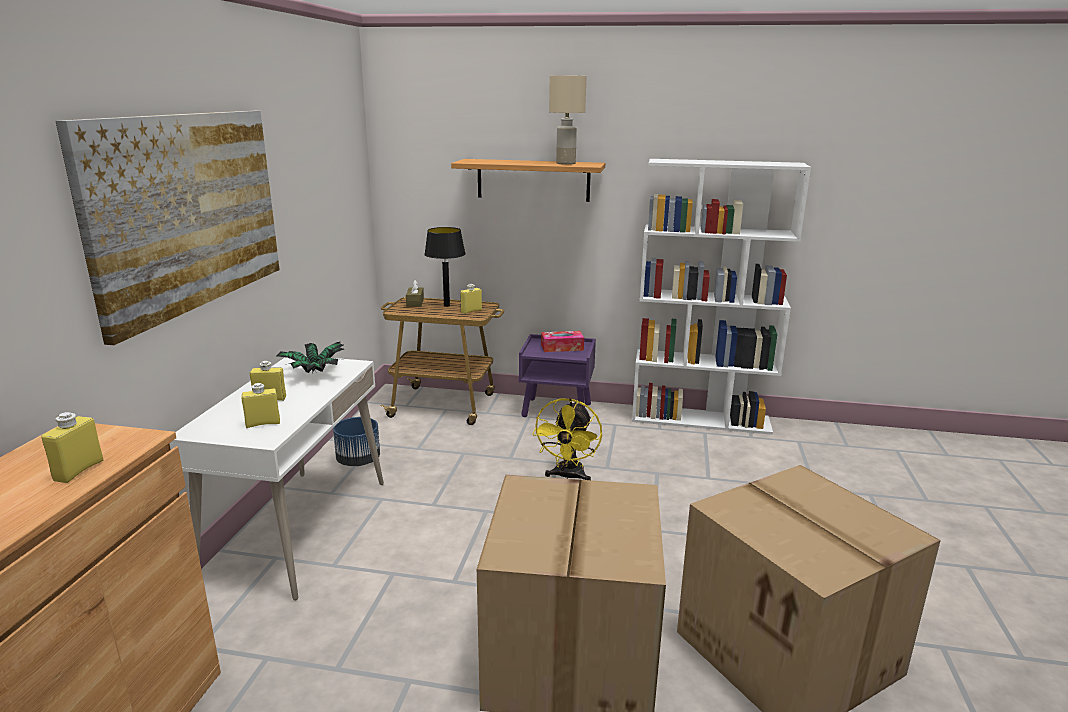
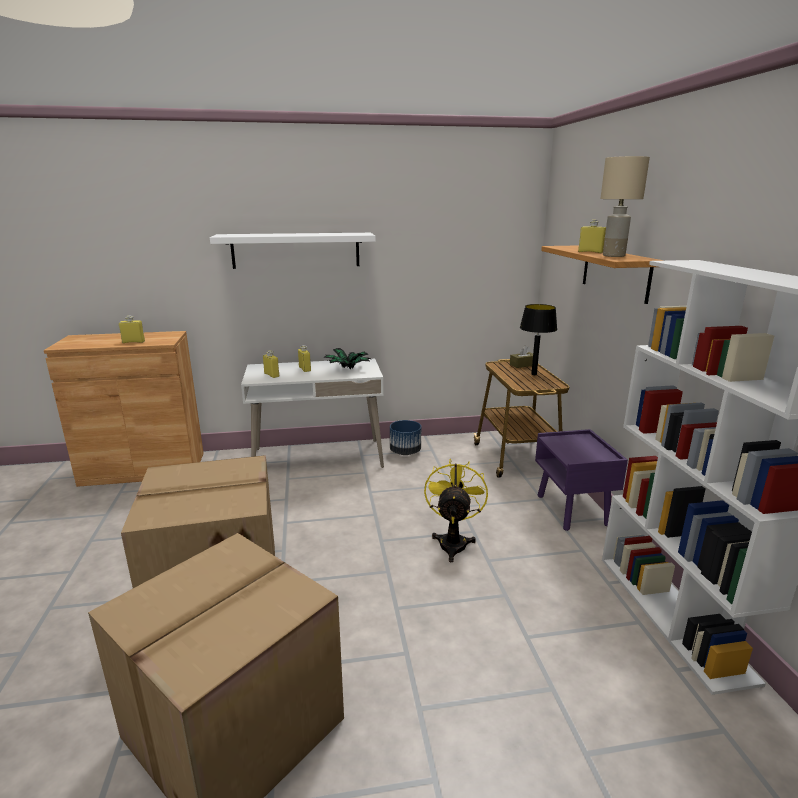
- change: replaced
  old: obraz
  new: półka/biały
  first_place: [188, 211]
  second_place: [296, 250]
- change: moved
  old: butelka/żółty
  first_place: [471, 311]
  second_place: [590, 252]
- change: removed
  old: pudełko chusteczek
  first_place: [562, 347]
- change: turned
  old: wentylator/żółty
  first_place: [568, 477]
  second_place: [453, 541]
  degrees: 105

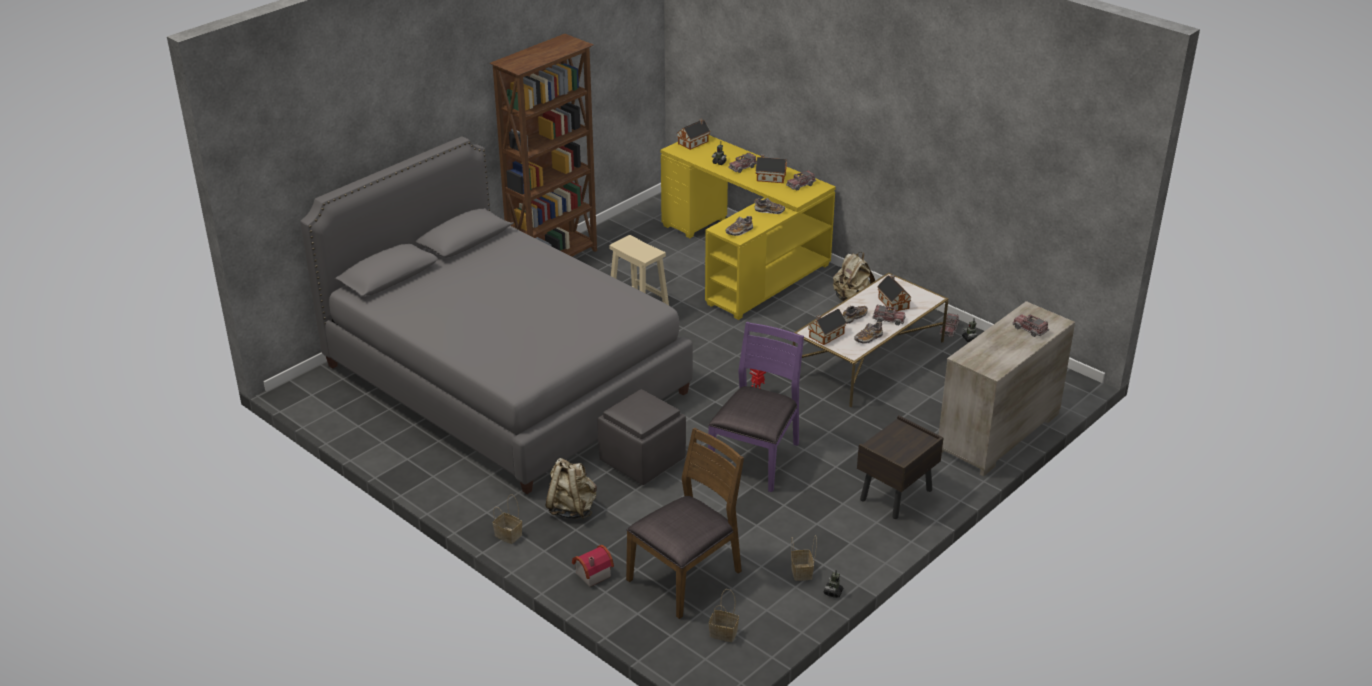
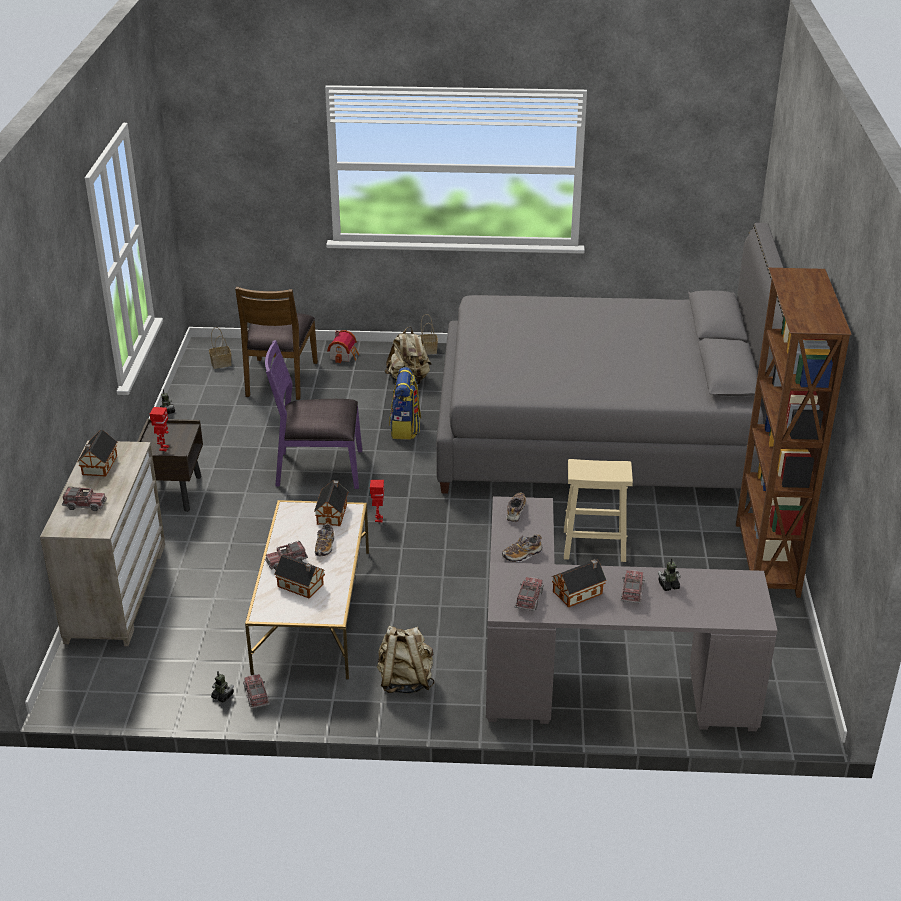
- change: moved
  old: domek
  first_place: [694, 142]
  second_place: [98, 466]
- change: recoloured
  old: biurko/żółty
  new: biurko/szary
  first_place: [745, 258]
  second_place: [590, 676]
- change: turned
  old: krzesło/fioletowy
  first_place: [755, 458]
  second_place: [318, 469]
  degrees: 105
- change: removed
  old: but
  first_place: [868, 338]
- change: replaced
  old: pufa/szary
  new: plecak
  first_place: [642, 459]
  second_place: [405, 429]
- change: removed
  old: koszyk
  first_place: [802, 572]
- change: added
  new: robot zabawkowy
  second_place: [163, 448]

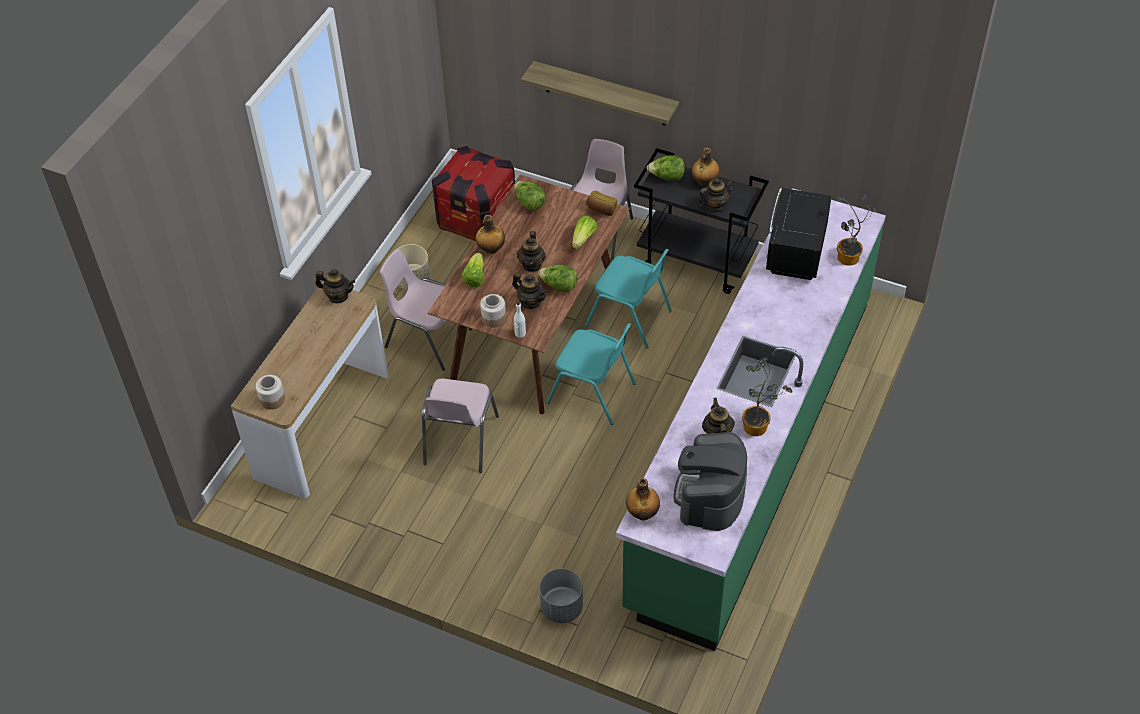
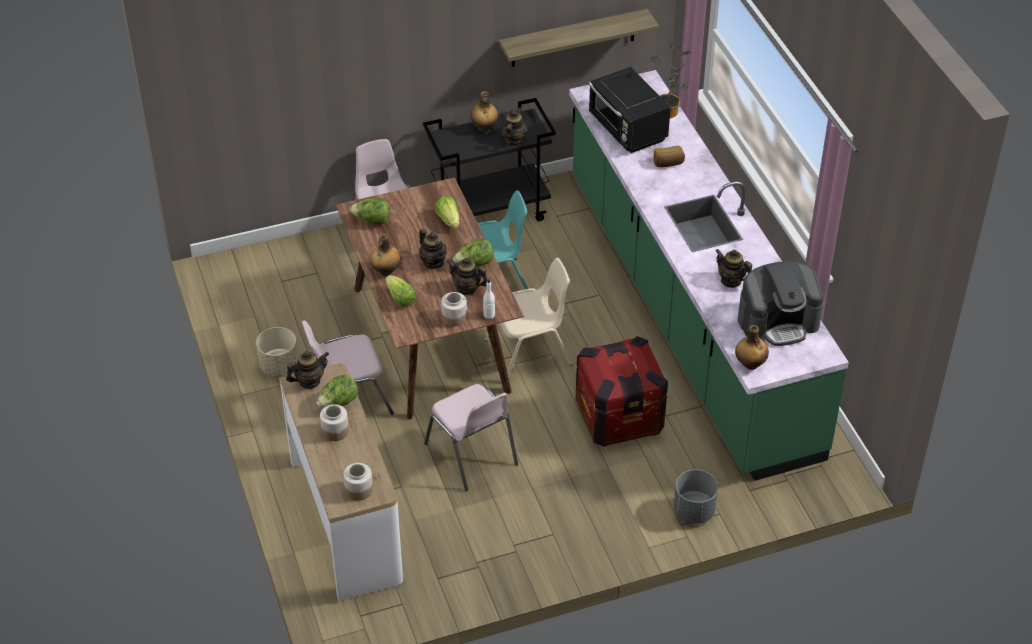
- change: moved
  old: półka
  first_place: [605, 94]
  second_place: [573, 38]
- change: moved
  old: skrzynka
  first_place: [477, 219]
  second_place: [619, 418]
- change: moved
  old: sałata
  first_place: [666, 177]
  second_place: [338, 403]
- change: moved
  old: chleb
  first_place: [601, 209]
  second_place: [668, 163]
- change: turned
  old: imbryk
  first_place: [530, 302]
  second_place: [467, 288]
  degrees: -150
- change: recoloured
  old: krzesło/turkusowy
  new: krzesło/beżowy
  first_place: [593, 393]
  second_place: [530, 353]
- change: removed
  old: roślina doniczkowa
  first_place: [759, 427]
- change: turned
  old: ekspres do kawy
  first_place: [710, 495]
  second_place: [778, 322]
  degrees: -75
- change: added
  new: słoik
  second_place: [335, 431]

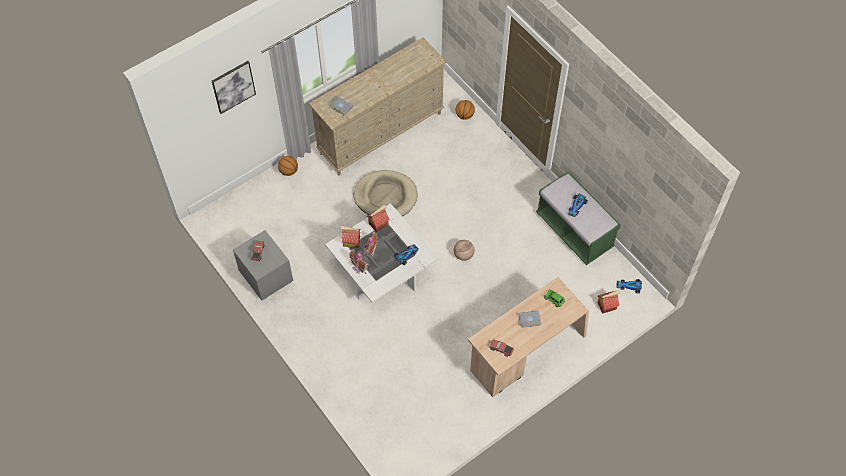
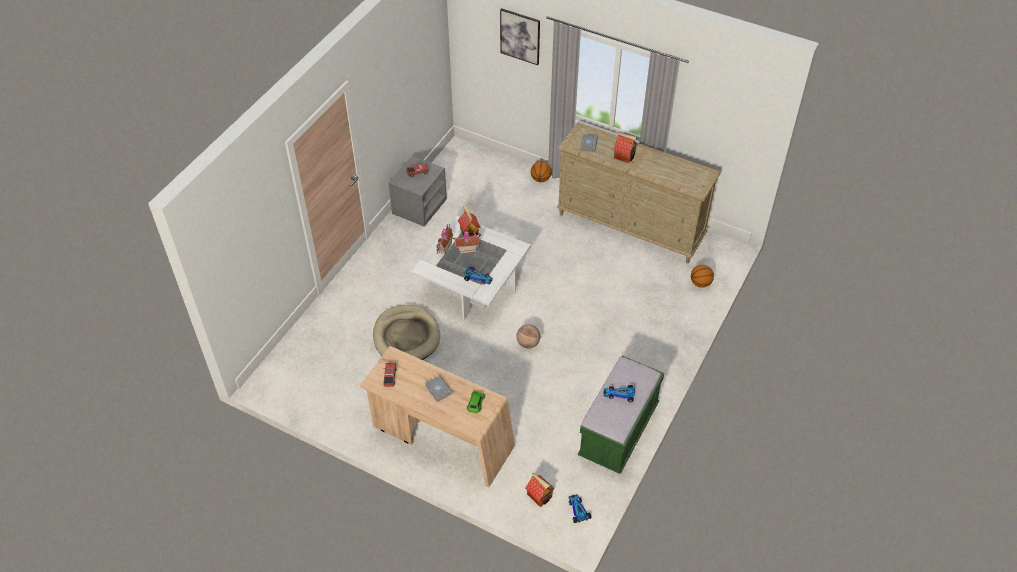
- change: moved
  old: legowisko/beżowy
  first_place: [385, 196]
  second_place: [406, 336]
- change: moved
  old: domek
  first_place: [378, 223]
  second_place: [624, 156]

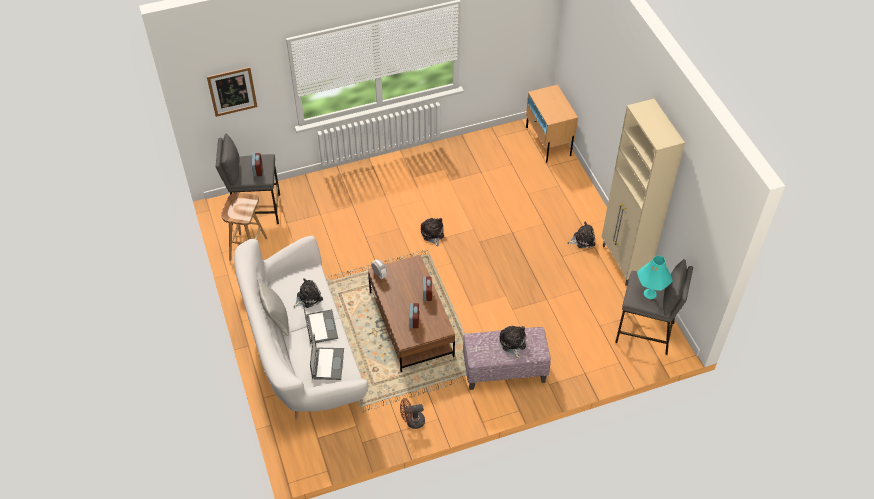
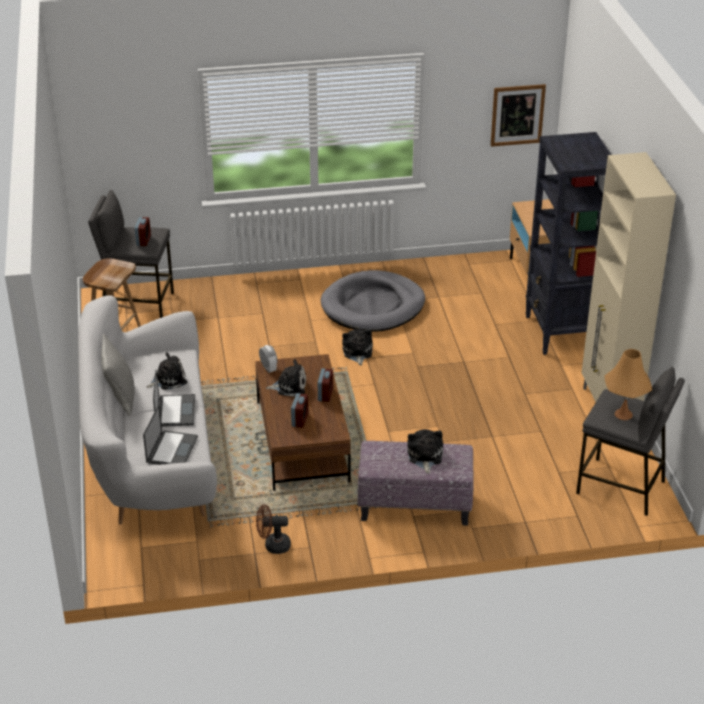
- change: moved
  old: obraz
  first_place: [232, 91]
  second_place: [517, 115]
- change: moved
  old: pluszak
  first_place: [582, 239]
  second_place: [289, 386]
- change: recoloured
  old: lampa stołowa/turkusowy
  new: lampa stołowa/pomarańczowy
  first_place: [650, 293]
  second_place: [623, 414]
- change: added
  new: regał/czarny
  second_place: [559, 333]
- change: added
  new: legowisko/szary
  second_place: [373, 306]

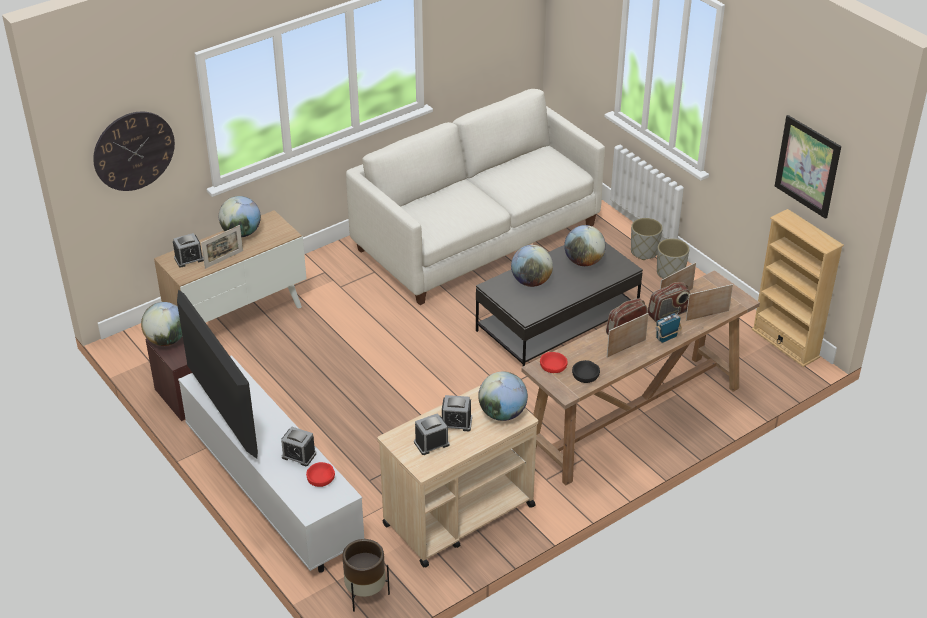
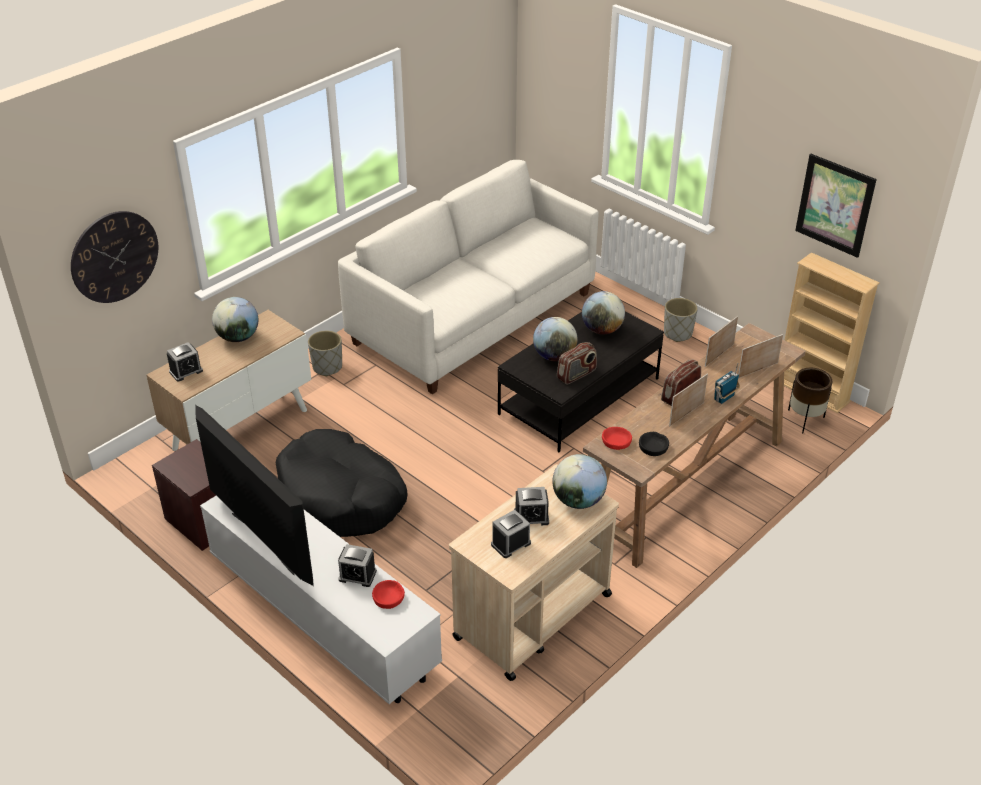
- change: moved
  old: donica/szary
  first_place: [644, 252]
  second_place: [327, 367]
- change: removed
  old: ramka na zdjęcie
  first_place: [224, 259]
- change: moved
  old: radio
  first_place: [668, 313]
  second_place: [576, 375]
- change: removed
  old: globus
  first_place: [166, 340]
- change: moved
  old: donica/brązowy
  first_place: [365, 595]
  second_place: [804, 420]
- change: added
  new: legowisko/czarny
  second_place: [341, 497]

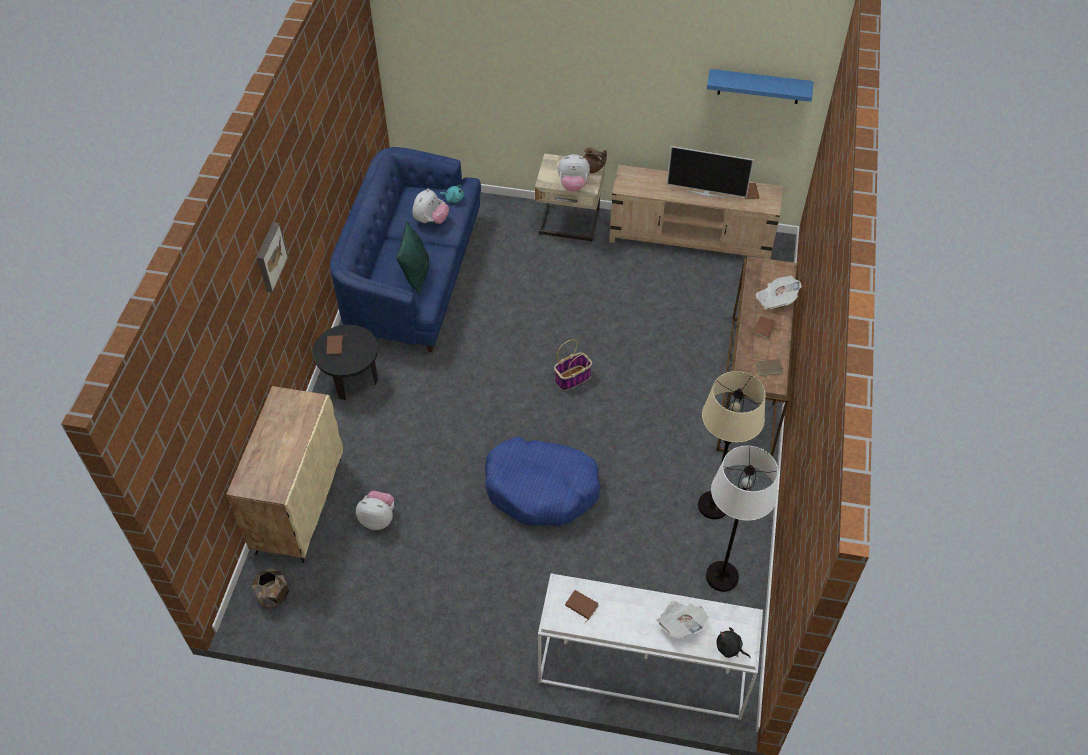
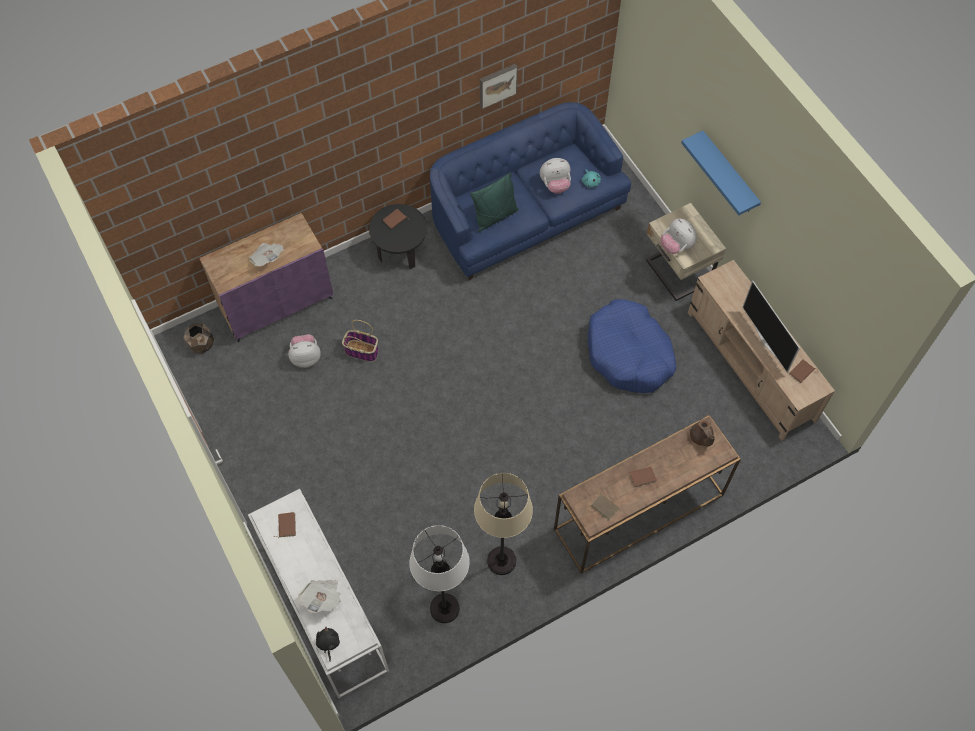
- change: moved
  old: półka/niebieski
  first_place: [759, 86]
  second_place: [729, 174]
- change: moved
  old: imbryk/brązowy
  first_place: [591, 169]
  second_place: [701, 438]
- change: moved
  old: obraz
  first_place: [270, 257]
  second_place: [497, 84]
- change: moved
  old: gazeta
  first_place: [776, 299]
  second_place: [267, 258]
- change: moved
  old: koszyk
  first_place: [572, 378]
  second_place: [362, 351]
- change: recoloured
  old: szafka/beżowy
  new: szafka/fioletowy
  first_place: [299, 504]
  second_place: [277, 304]
- change: moved
  old: legowisko/niebieski
  first_place: [541, 489]
  second_place: [629, 353]
- change: turned
  old: pluszak
  first_place: [378, 518]
  second_place: [306, 357]
  degrees: -75

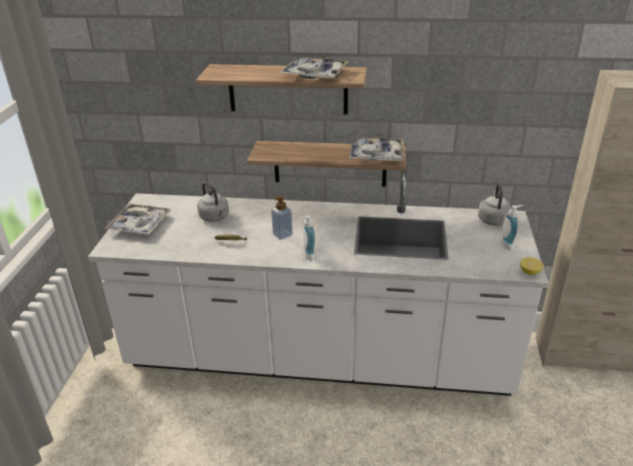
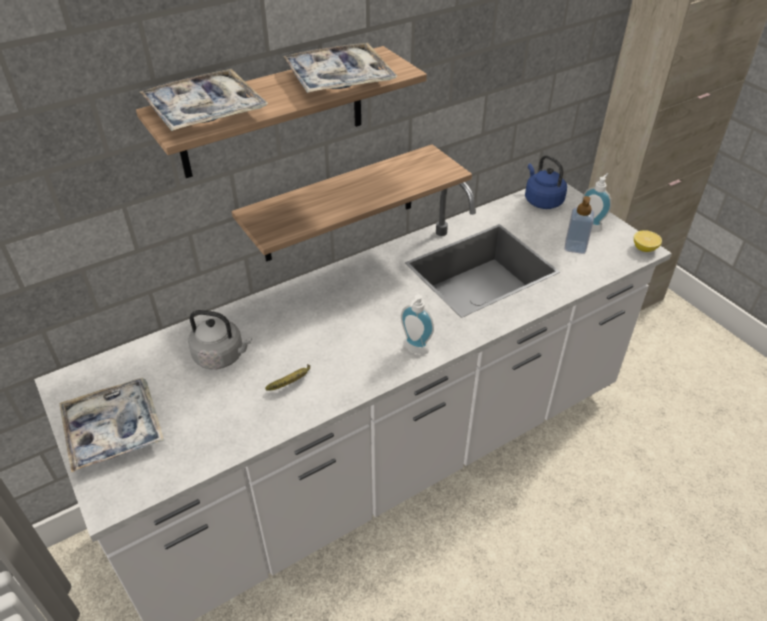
- change: moved
  old: taca
  first_place: [376, 155]
  second_place: [205, 111]
- change: recoloured
  old: czajnik/szary
  new: czajnik/niebieski
  first_place: [492, 219]
  second_place: [542, 200]
- change: moved
  old: dozownik mydła
  first_place: [282, 234]
  second_place: [575, 247]

